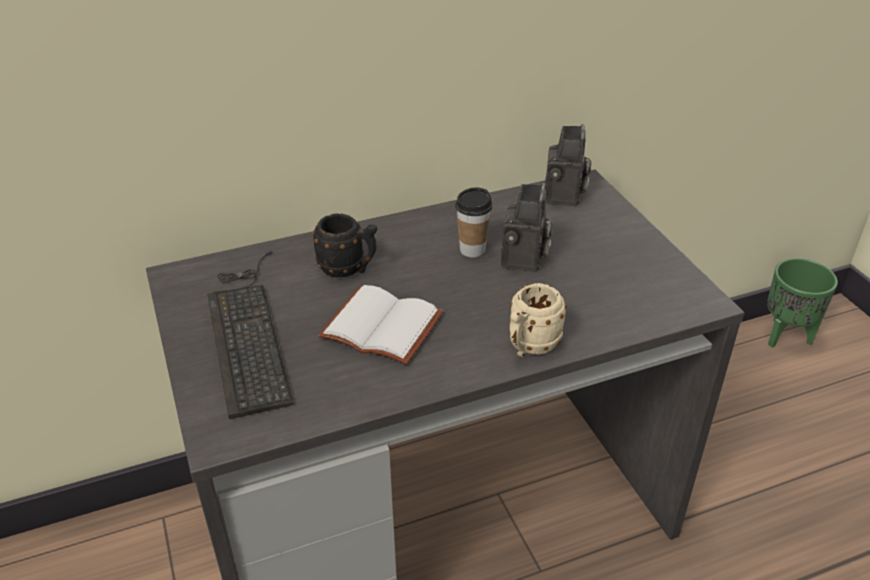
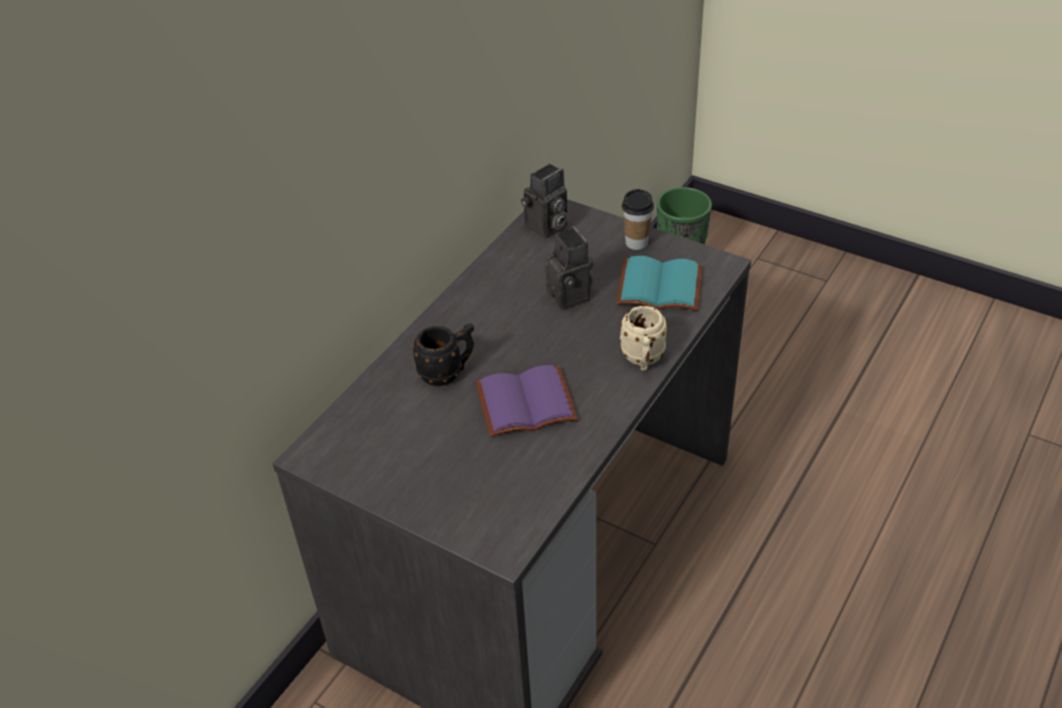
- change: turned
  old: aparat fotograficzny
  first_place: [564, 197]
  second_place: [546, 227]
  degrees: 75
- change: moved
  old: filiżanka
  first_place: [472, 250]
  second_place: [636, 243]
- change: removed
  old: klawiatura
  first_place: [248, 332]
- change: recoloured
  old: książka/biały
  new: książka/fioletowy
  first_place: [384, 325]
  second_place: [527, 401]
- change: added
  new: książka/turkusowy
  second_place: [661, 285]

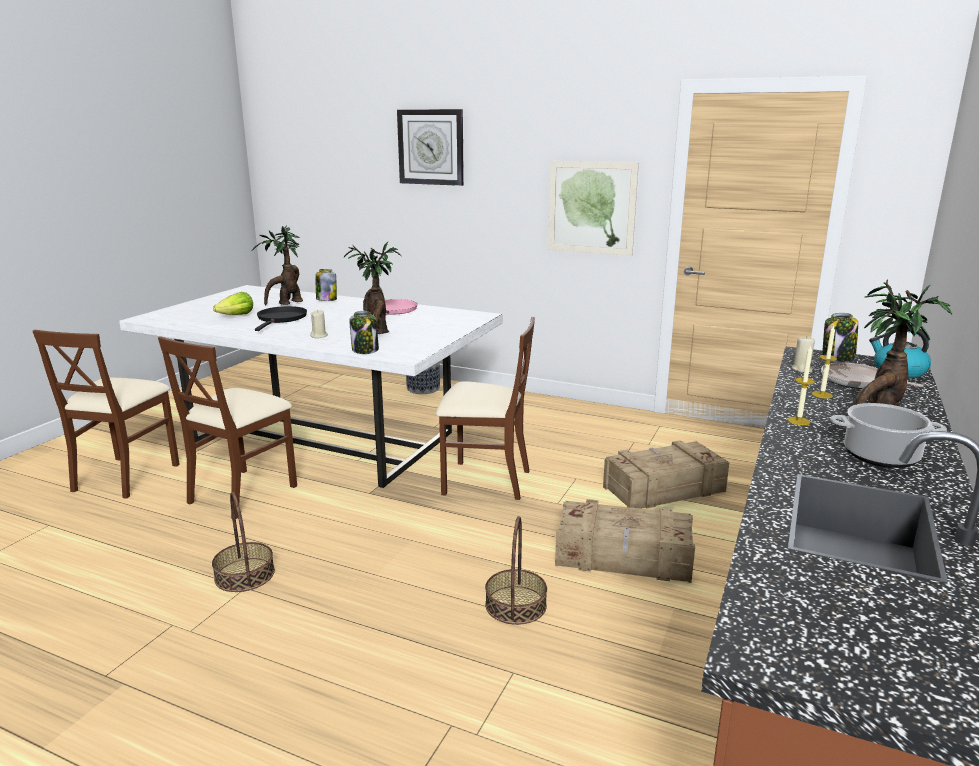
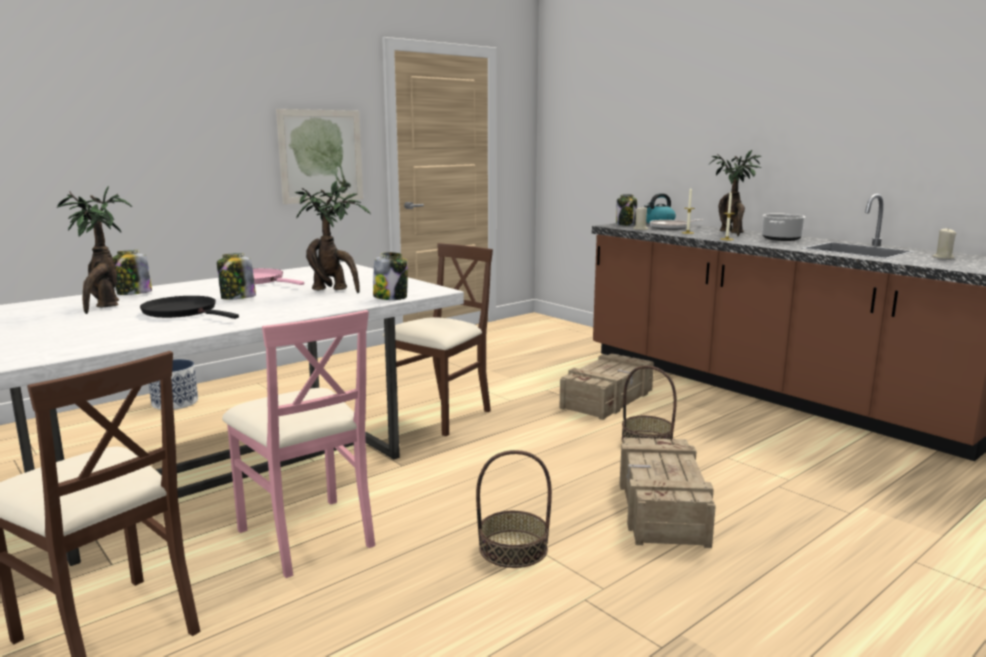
- change: removed
  old: zegar ścienny
  first_place: [431, 147]
- change: removed
  old: sałata
  first_place: [236, 316]
- change: moved
  old: świeca/beżowy
  first_place: [319, 336]
  second_place: [943, 257]
- change: recoloured
  old: krzesło/brązowy
  new: krzesło/różowy
  first_place: [242, 492]
  second_place: [307, 535]
- change: moved
  old: skrzynka
  first_place: [662, 489]
  second_place: [660, 508]
- change: added
  new: słoik
  second_place: [237, 298]

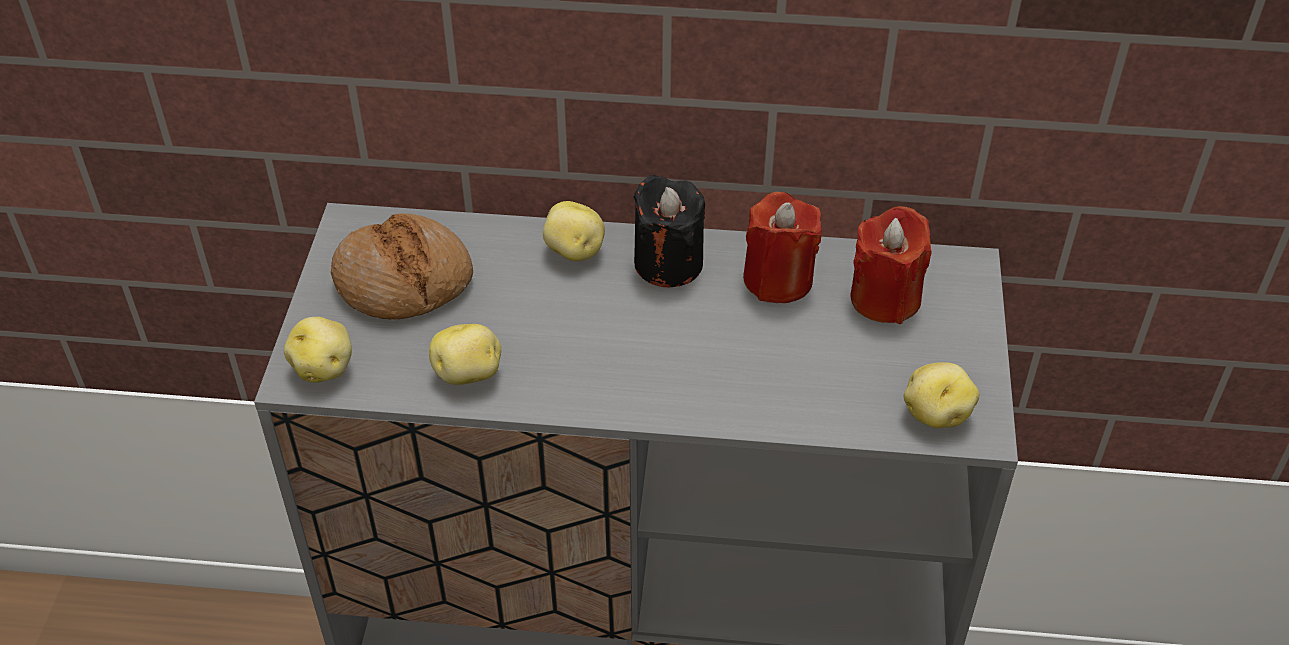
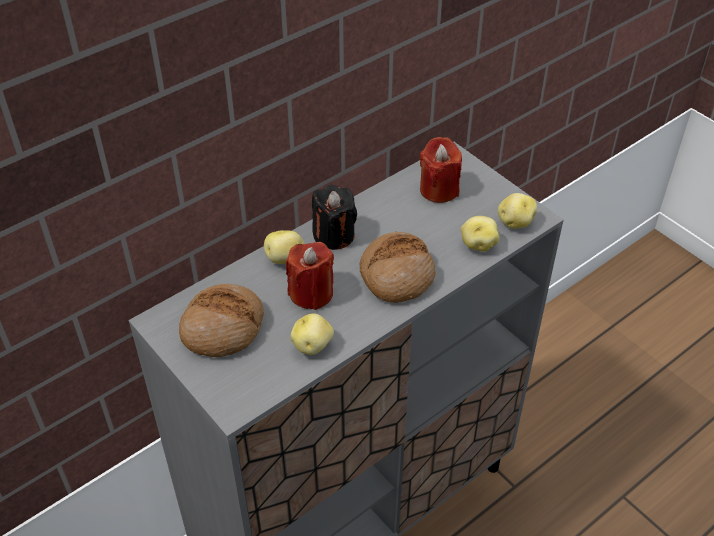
- change: moved
  old: świeca/czerwony
  first_place: [778, 279]
  second_place: [311, 293]
- change: moved
  old: ziemniak
  first_place: [324, 368]
  second_place: [478, 244]
- change: added
  new: chleb
  second_place: [396, 275]

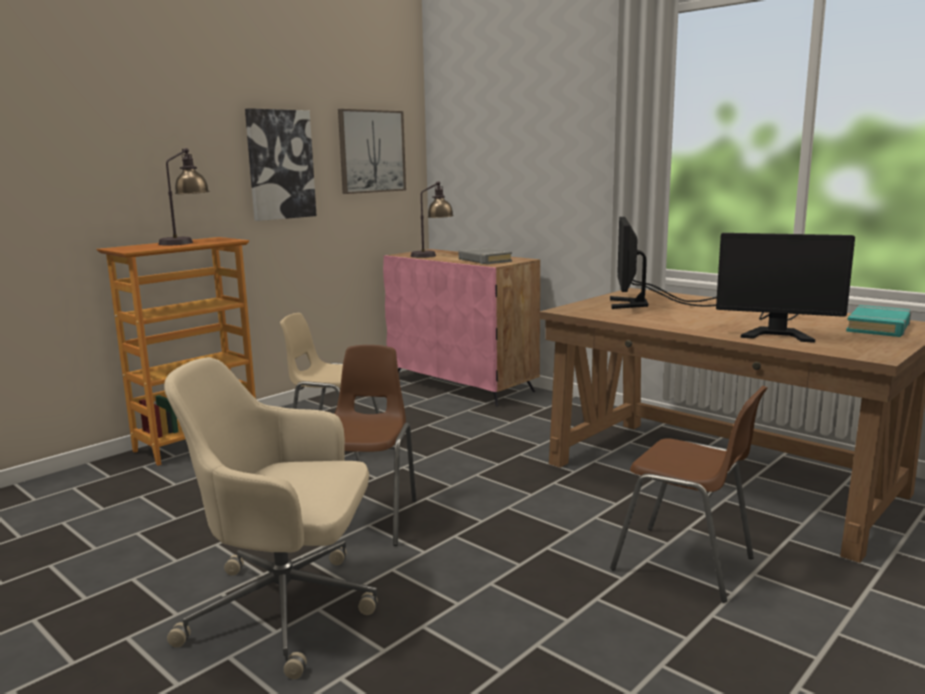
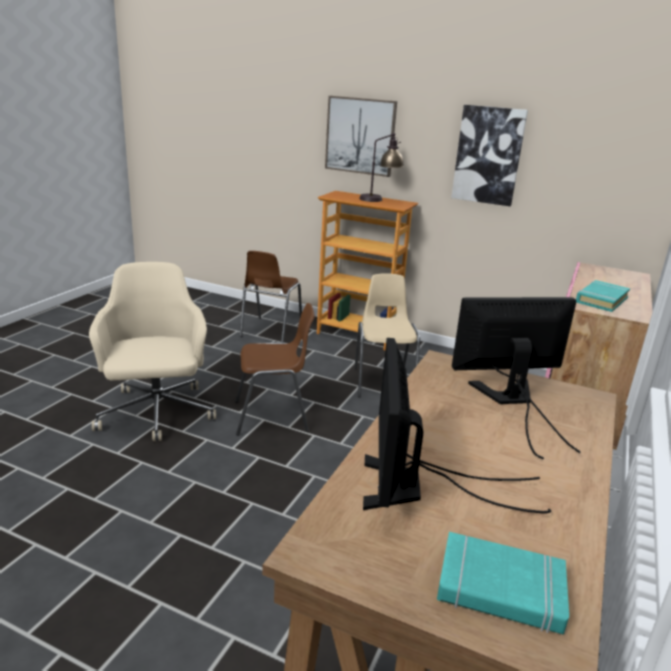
- change: moved
  old: obraz
  first_place: [371, 151]
  second_place: [360, 136]
- change: removed
  old: lampa stołowa
  first_place: [432, 255]
- change: recoloured
  old: książka/szary
  new: książka/turkusowy
  first_place: [484, 260]
  second_place: [601, 300]
- change: moved
  old: krzesło/brązowy
  first_place: [686, 564]
  second_place: [270, 331]

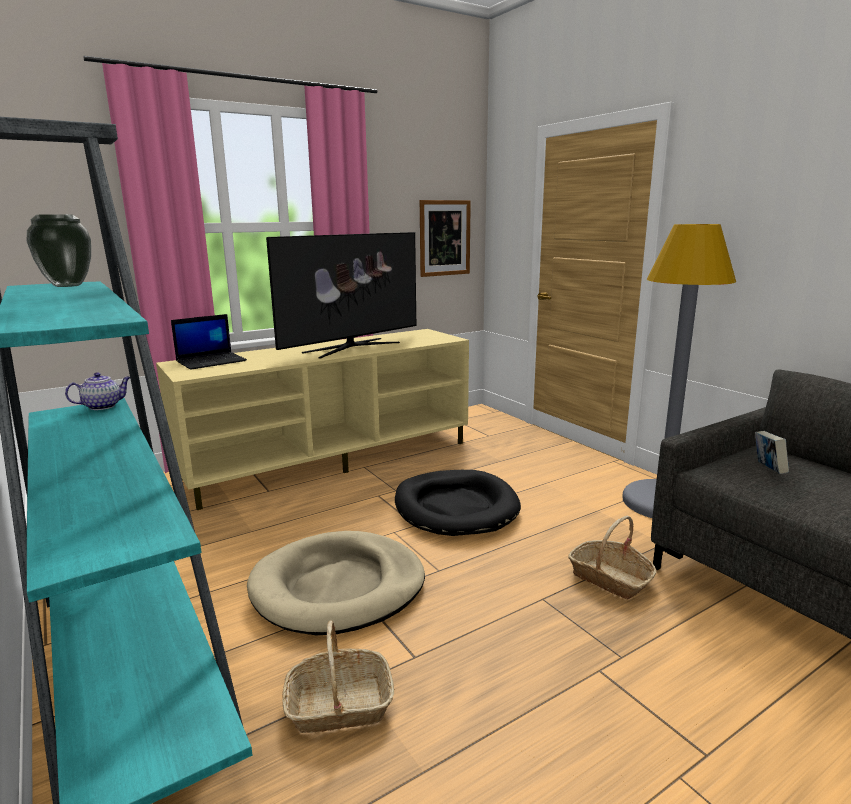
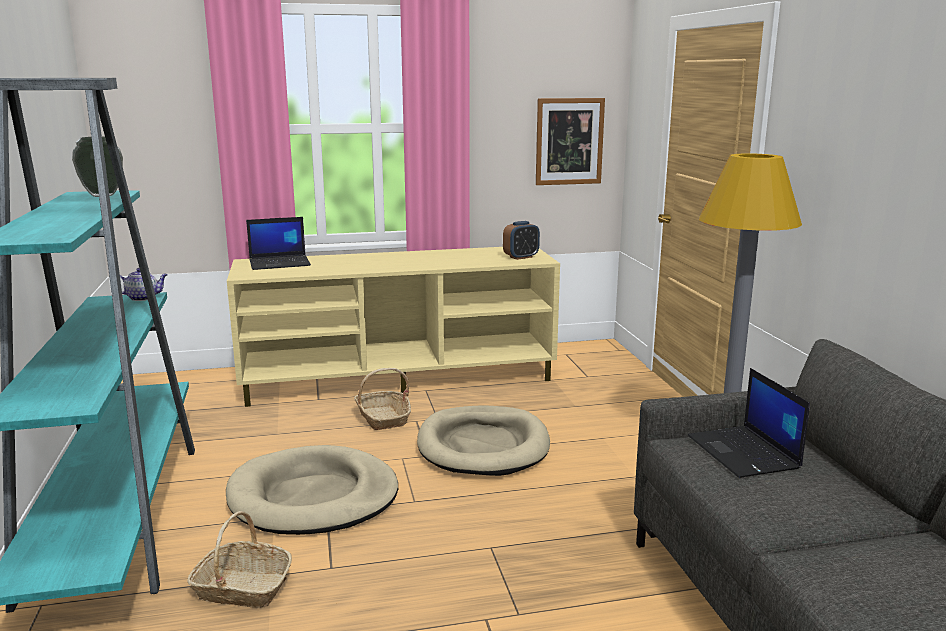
- change: removed
  old: telewizor
  first_place: [351, 347]
- change: replaced
  old: książka
  new: laptop
  first_place: [768, 470]
  second_place: [744, 453]
- change: recoloured
  old: legowisko/czarny
  new: legowisko/beżowy
  first_place: [455, 507]
  second_place: [483, 446]
- change: moved
  old: koszyk
  first_place: [610, 578]
  second_place: [383, 418]
- change: added
  new: budzik
  second_place: [521, 257]

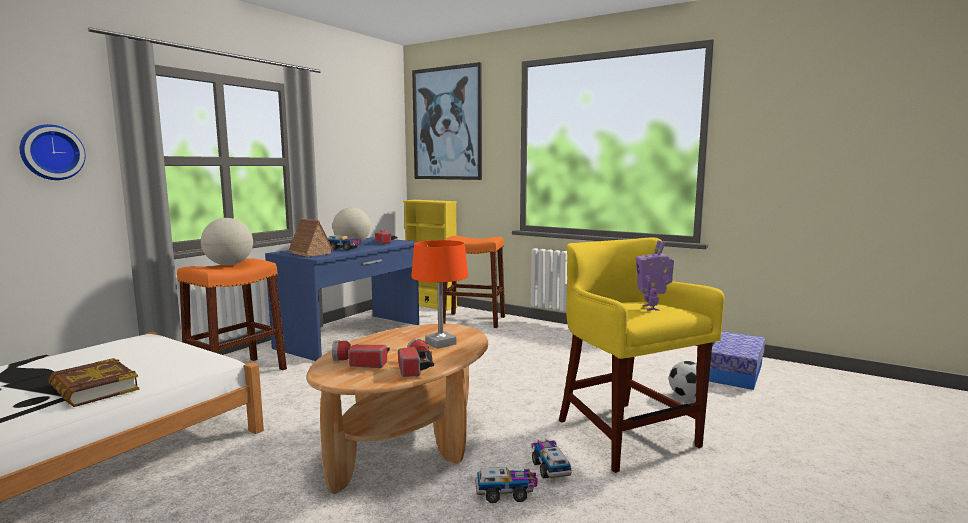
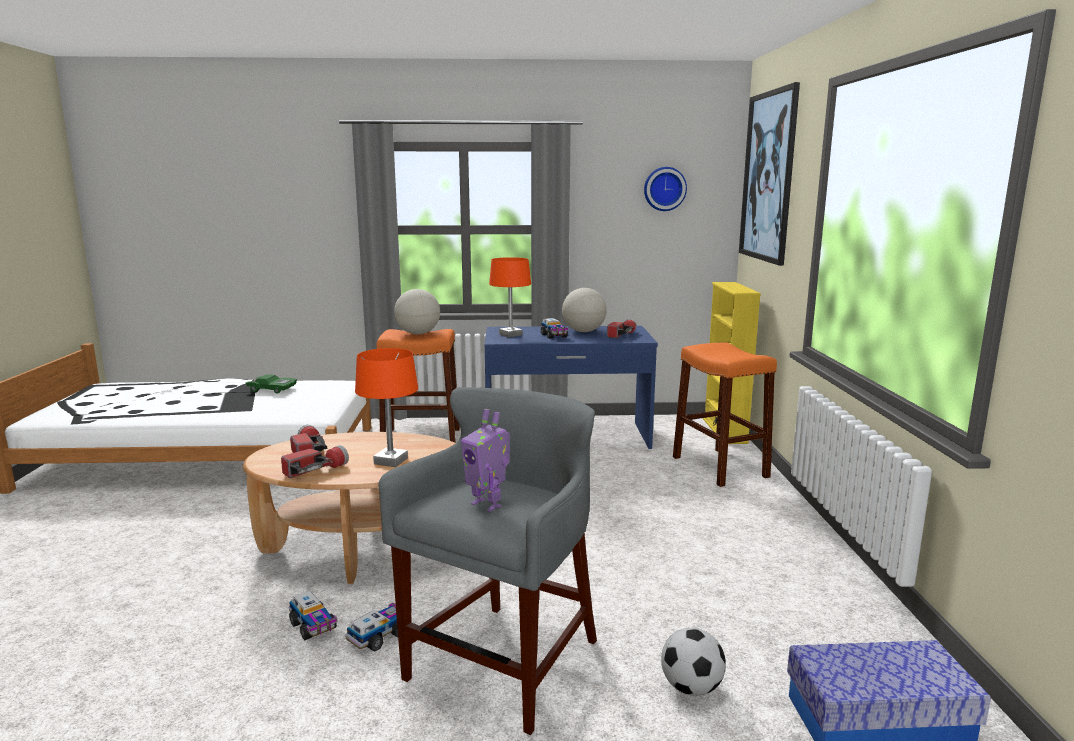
- change: moved
  old: zegar ścienny
  first_place: [51, 152]
  second_place: [664, 189]
- change: replaced
  old: domek
  new: lampa stołowa/pomarańczowy
  first_place: [309, 253]
  second_place: [510, 335]
- change: recoloured
  old: stołek/żółty
  new: stołek/szary
  first_place: [625, 435]
  second_place: [504, 663]
- change: turned
  old: robot zabawkowy
  first_place: [652, 308]
  second_place: [487, 504]
  degrees: -105
- change: removed
  old: książka
  first_place: [94, 389]
- change: added
  new: samochodzik/zielony
  second_place: [272, 389]

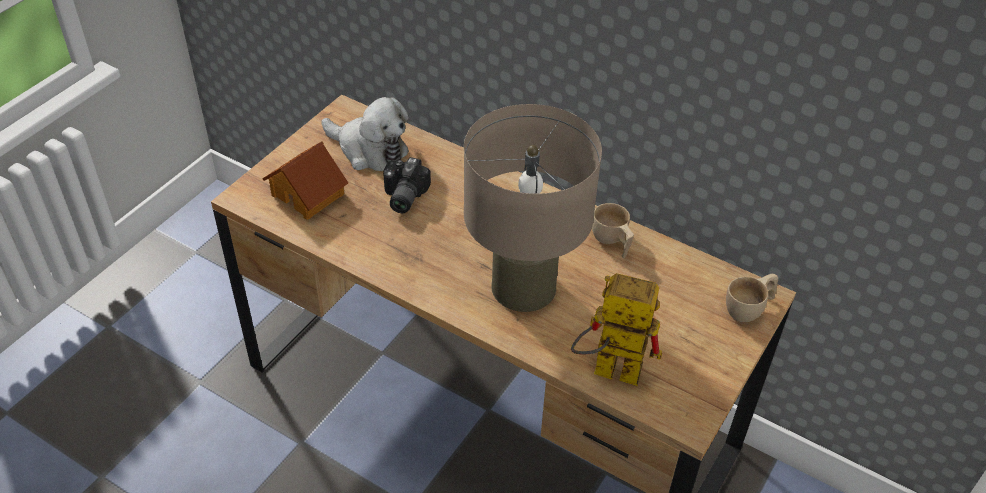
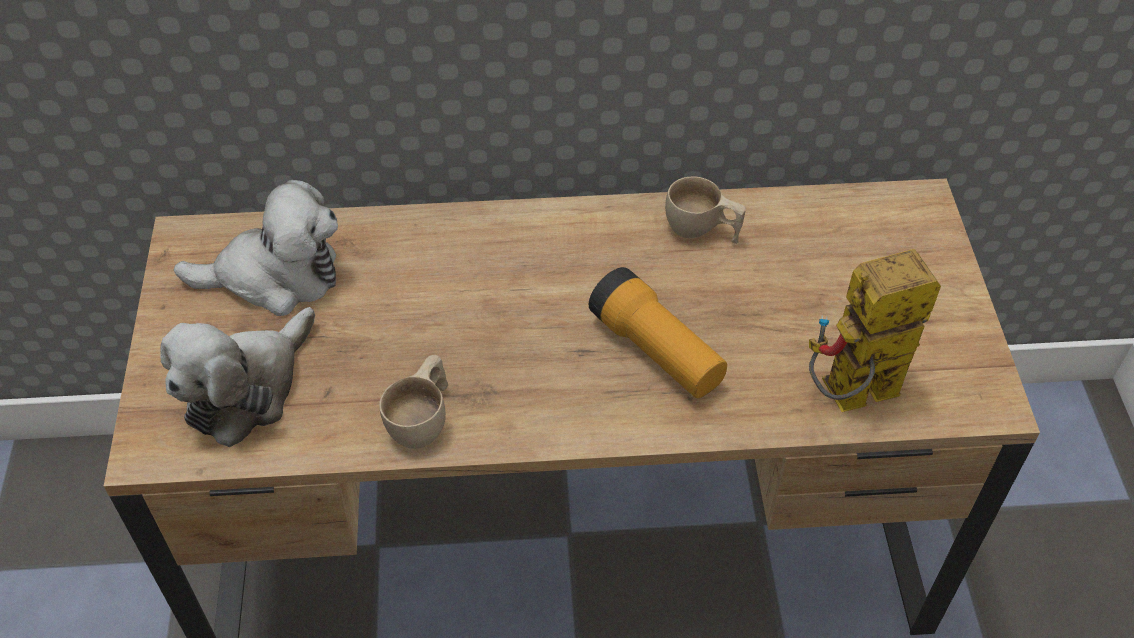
- change: replaced
  old: lampa stołowa/beżowy
  new: latarka
  first_place: [523, 287]
  second_place: [656, 351]
- change: replaced
  old: domek
  new: pluszak
  first_place: [308, 194]
  second_place: [247, 389]
- change: removed
  old: aparat fotograficzny
  first_place: [402, 196]
- change: moved
  old: filiżanka/beżowy
  first_place: [749, 309]
  second_place: [424, 420]

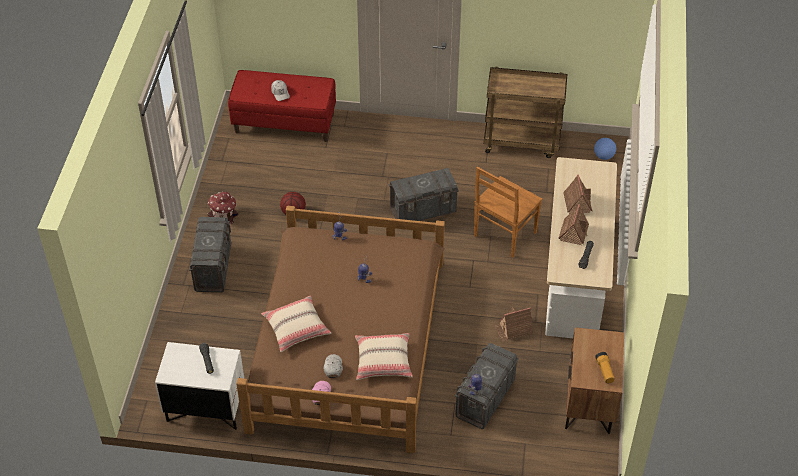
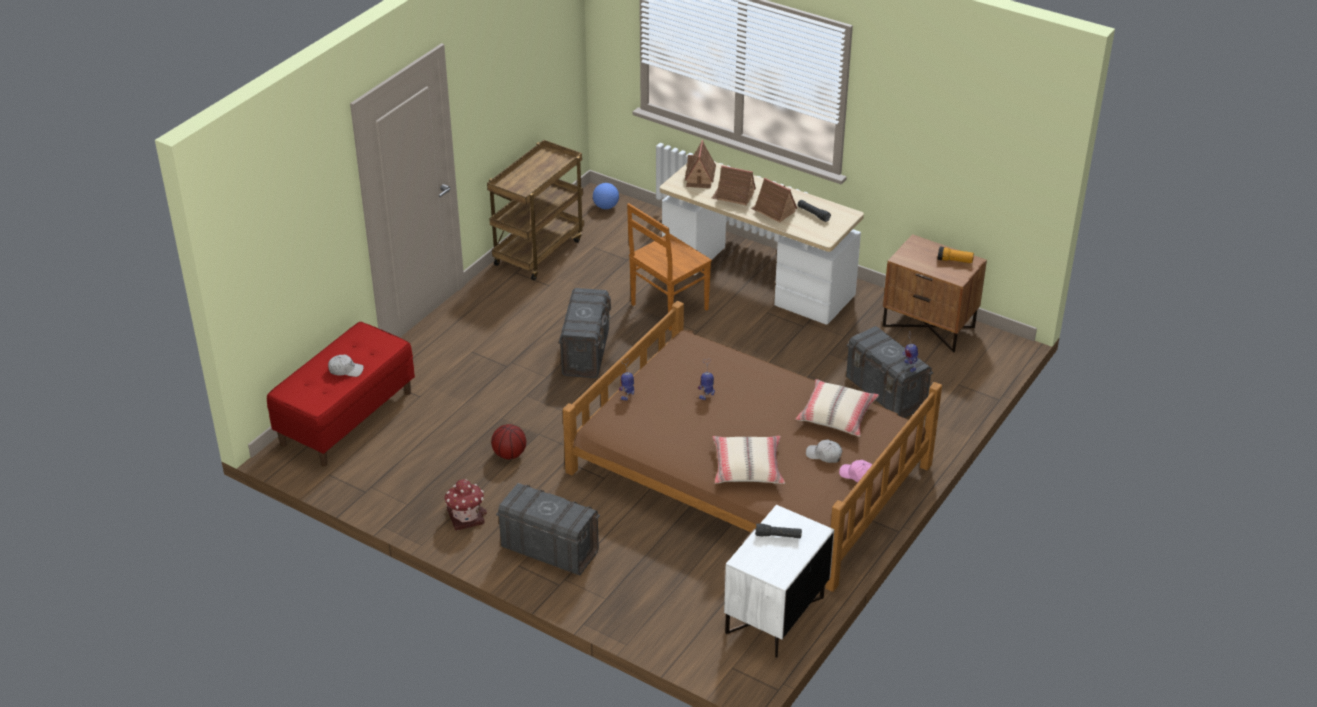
- change: turned
  old: krzesło/brązowy
  first_place: [504, 235]
  second_place: [667, 308]
  degrees: 75
- change: moved
  old: domek
  first_place: [513, 329]
  second_place: [700, 177]

